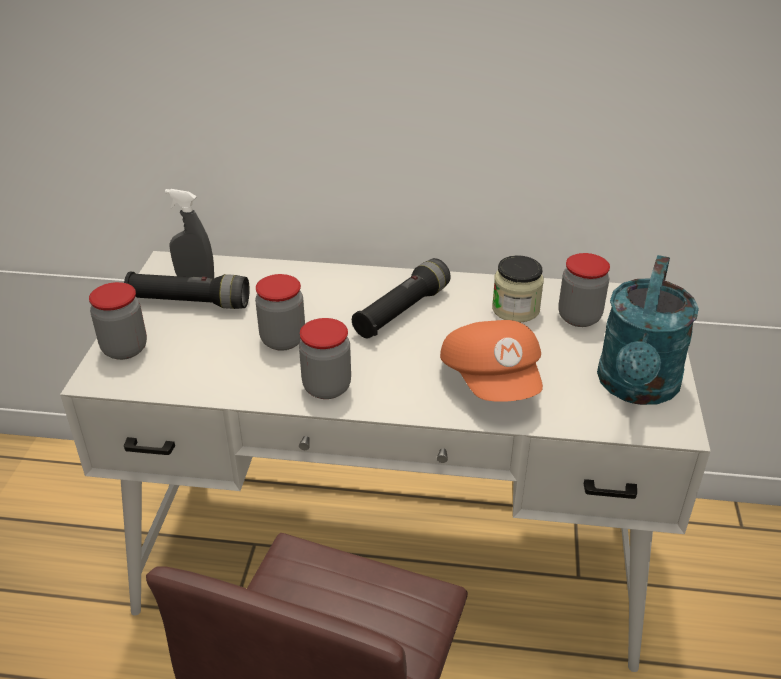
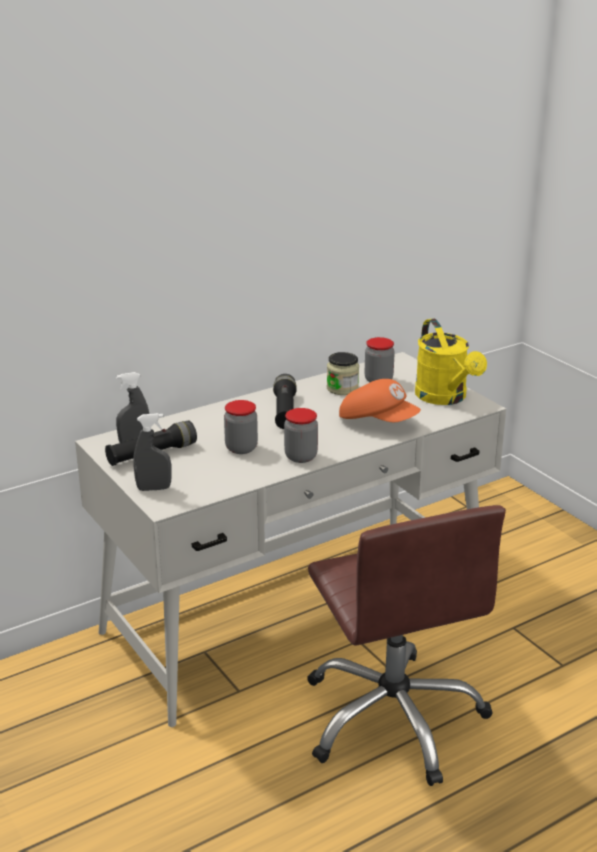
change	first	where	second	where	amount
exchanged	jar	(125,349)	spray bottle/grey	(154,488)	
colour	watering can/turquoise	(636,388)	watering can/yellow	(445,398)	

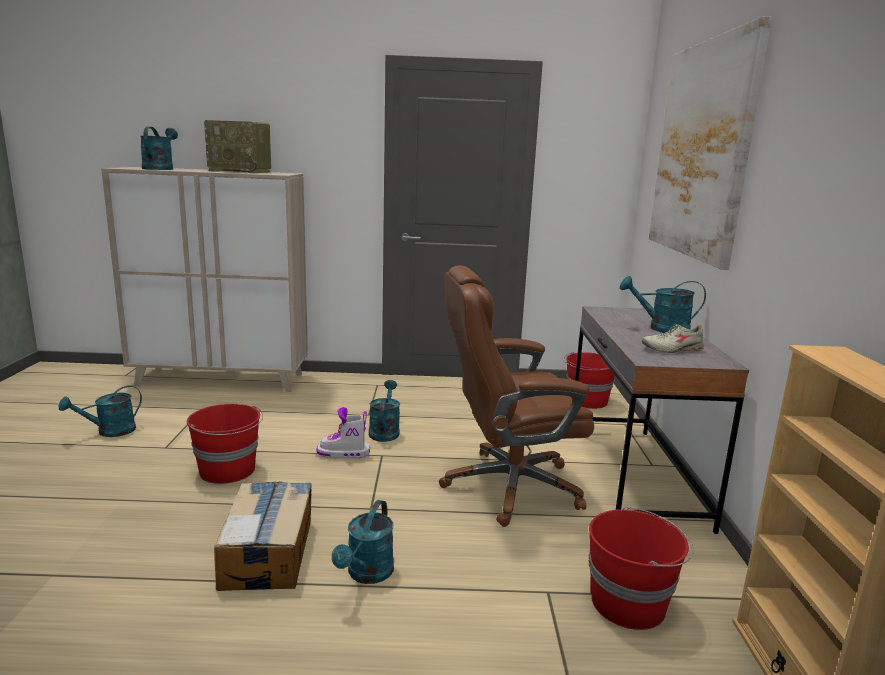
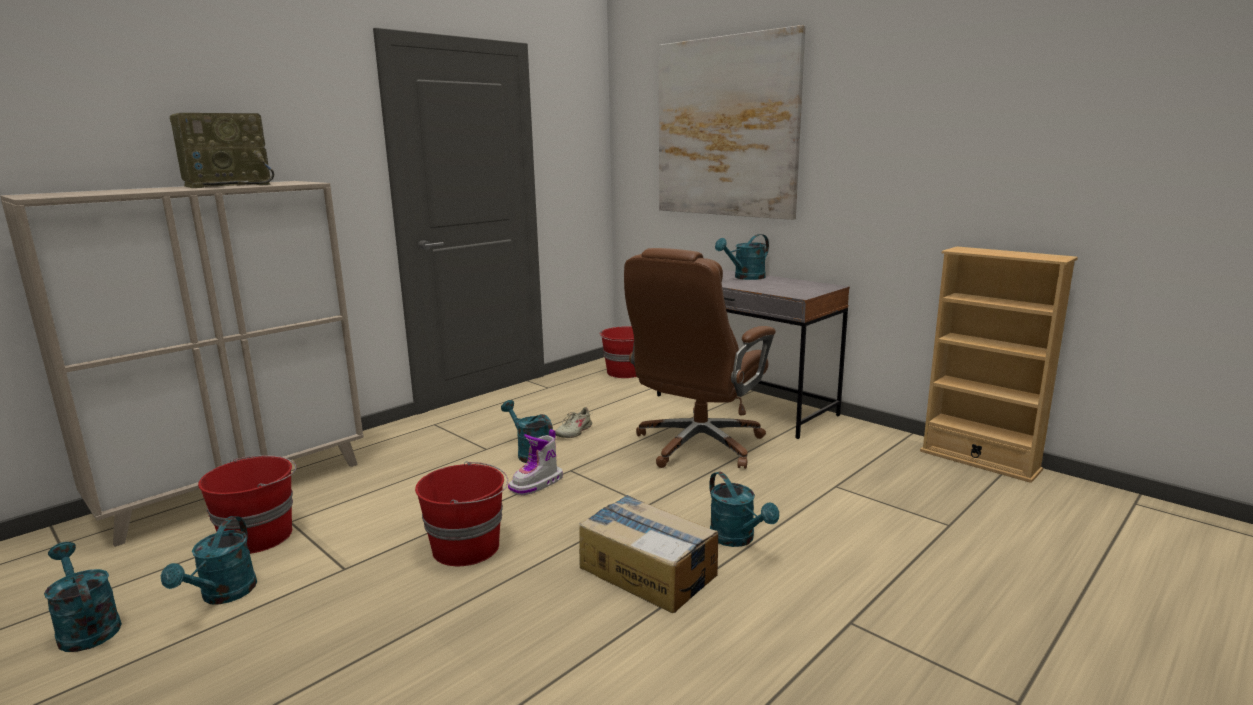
change	first	where	second	where	amount
relocated	watering can/turquoise	(160,169)		(86,628)	
relocated	bucket/red	(629,603)		(259,536)	
relocated	shoe/beige	(672,349)		(574,432)	

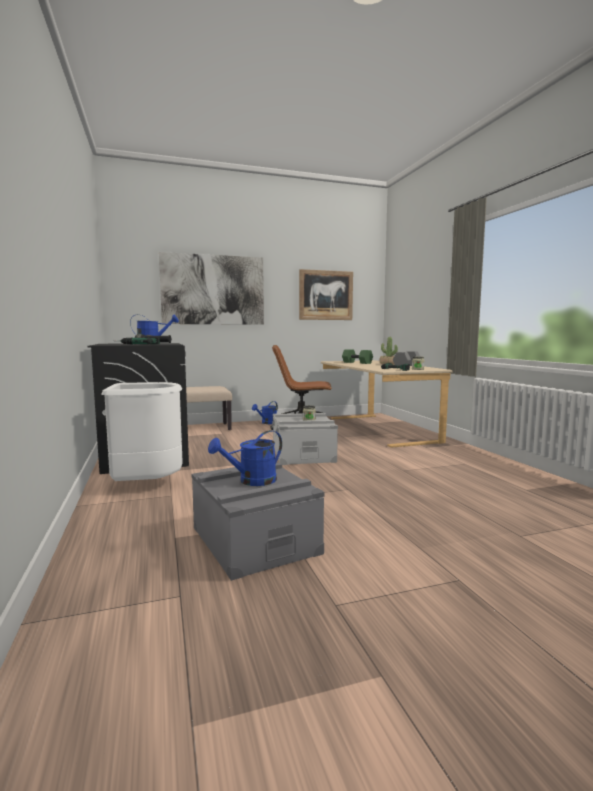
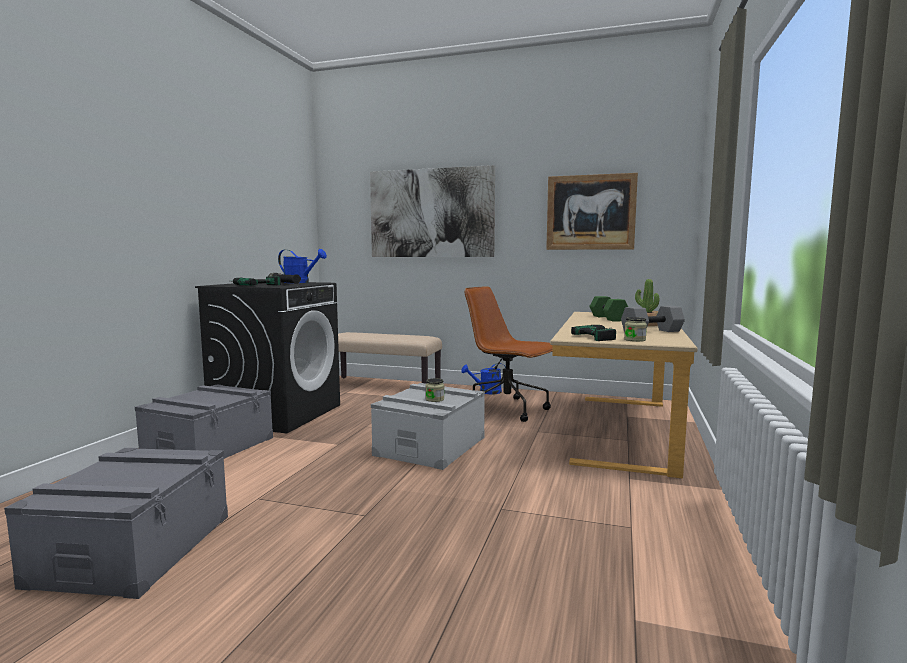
change	first	where	second	where	amount
exchanged	trash can/white	(146,485)	storage box/grey	(209,447)	
missing	watering can/blue	(251,481)			

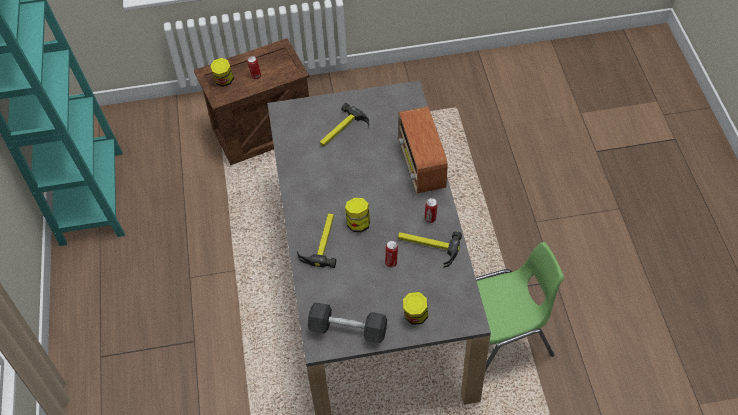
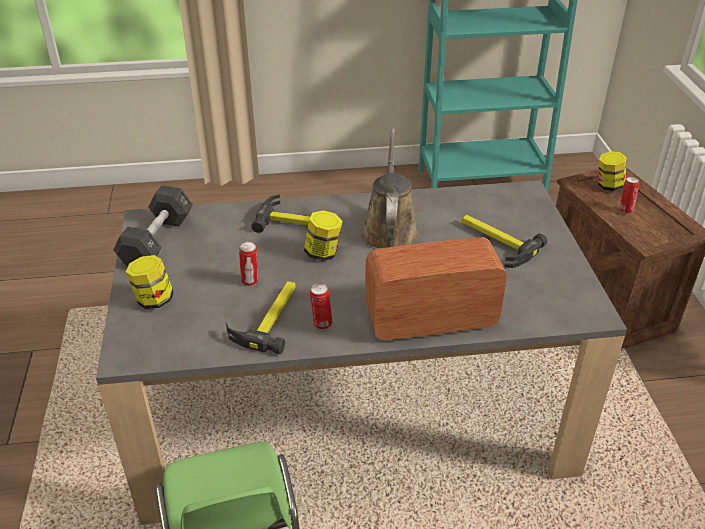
change	first	where	second	where	amount
appeared			watering can/brown	(389,230)	

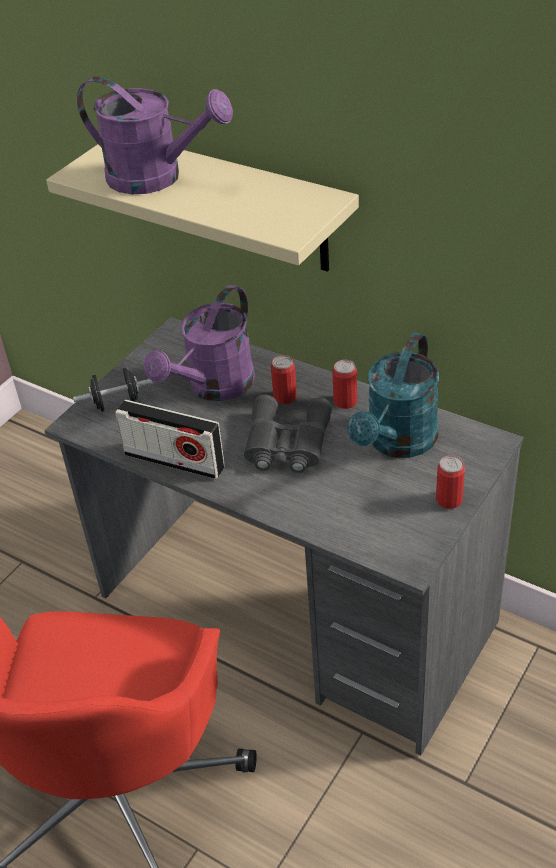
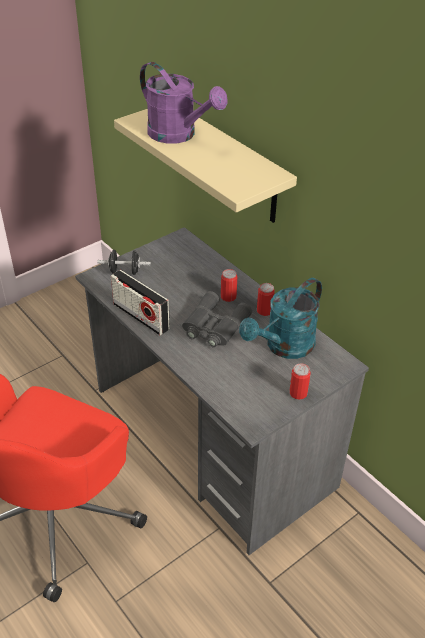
change	first	where	second	where	amount
missing	watering can/purple	(214,388)			

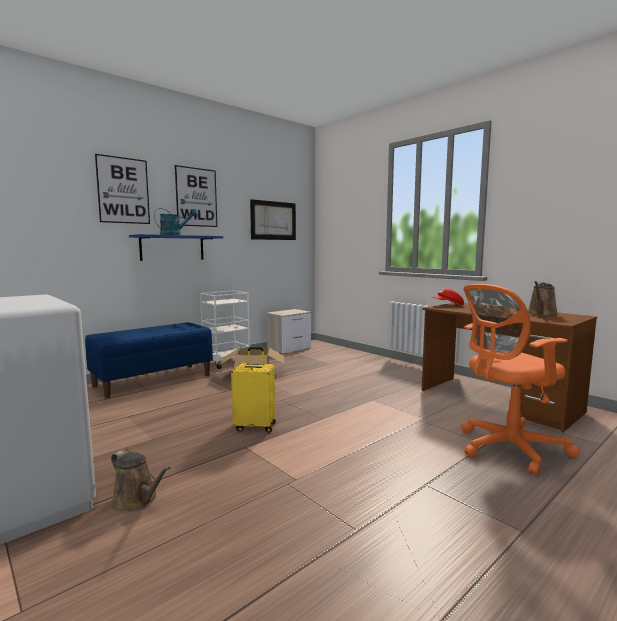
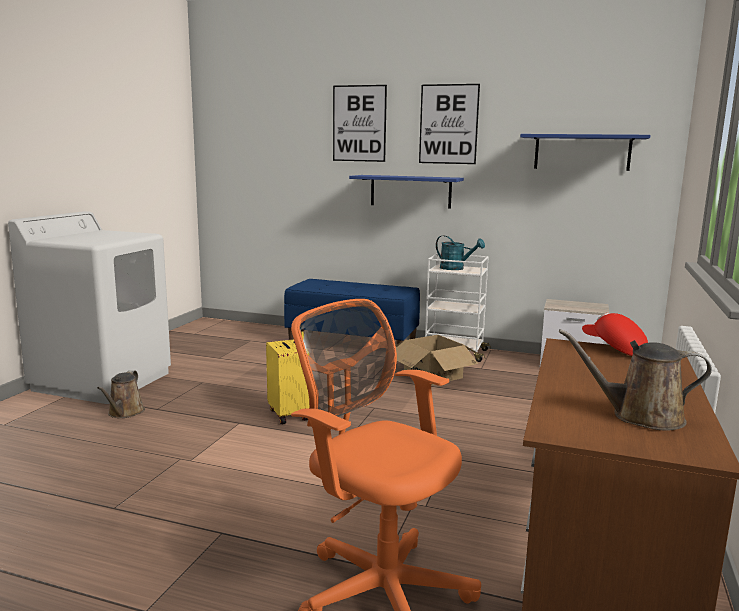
change	first	where	second	where	amount
relocated	watering can/turquoise	(174,235)		(456,268)	
exchanged	picture	(273,220)	shelf/blue	(582,152)	

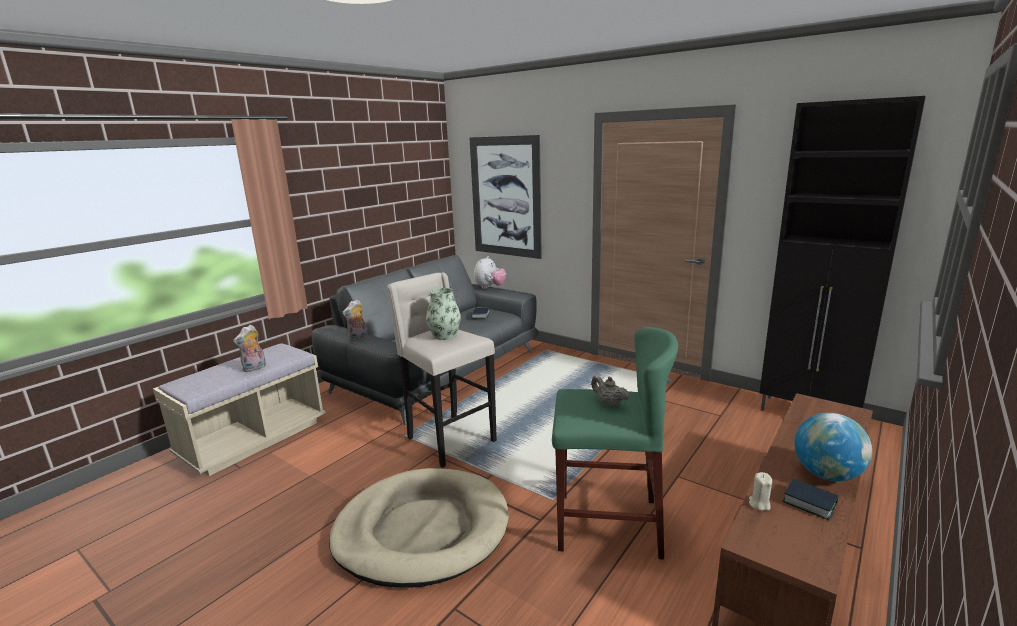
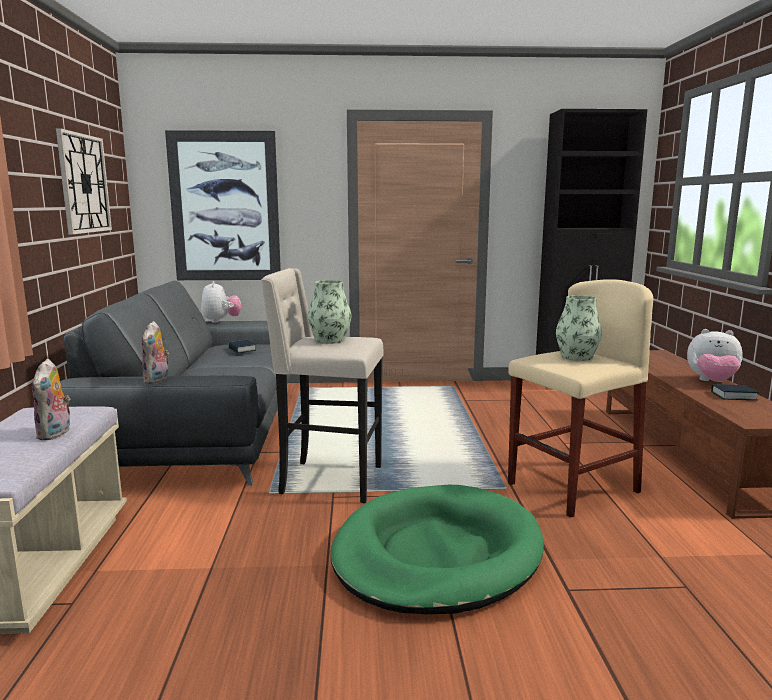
change	first	where	second	where	amount
appeared			wall clock	(84,183)	
colour	dog bed/beige	(422,530)	dog bed/green	(436,554)	
colour	stool/green	(608,524)	stool/beige	(572,487)	
exchanged	teapot/beige	(608,404)	vase	(576,357)	
exchanged	globe	(826,474)	plush toy	(712,382)	
missing	candle/beige	(759,504)			

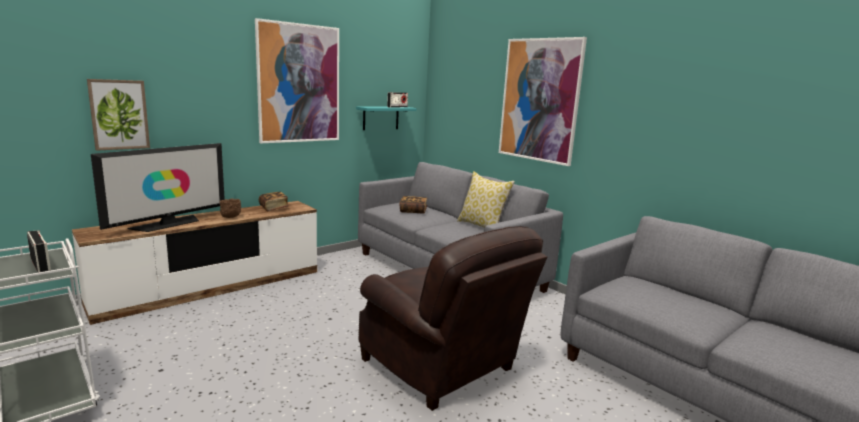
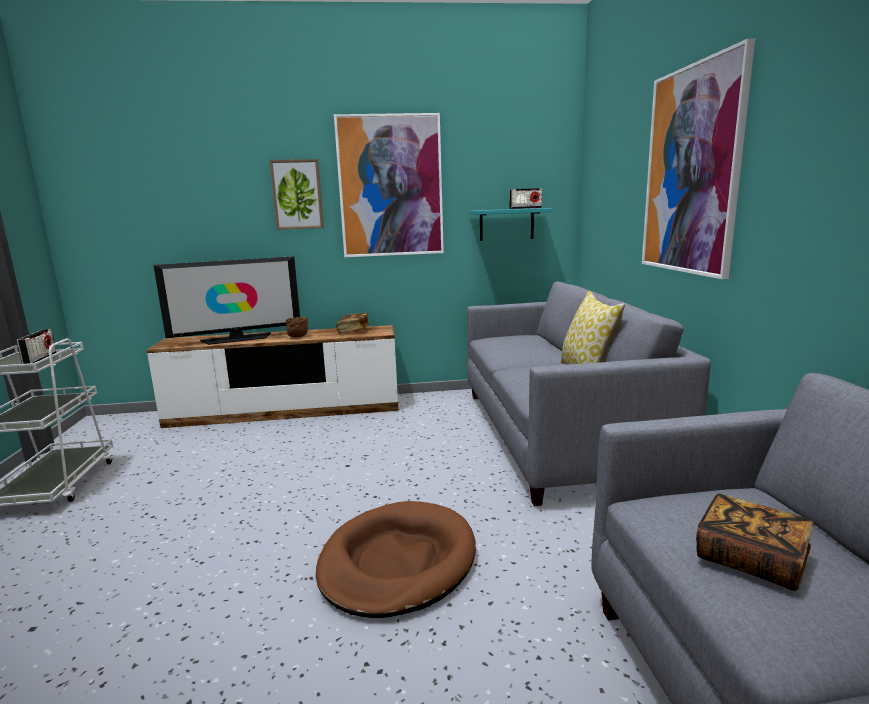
change	first	where	second	where	amount
relocated	picture	(119,114)		(297,194)	
exchanged	armchair/brown	(442,367)	dog bed/brown	(397,562)	
relocated	book	(413,211)		(750,559)	

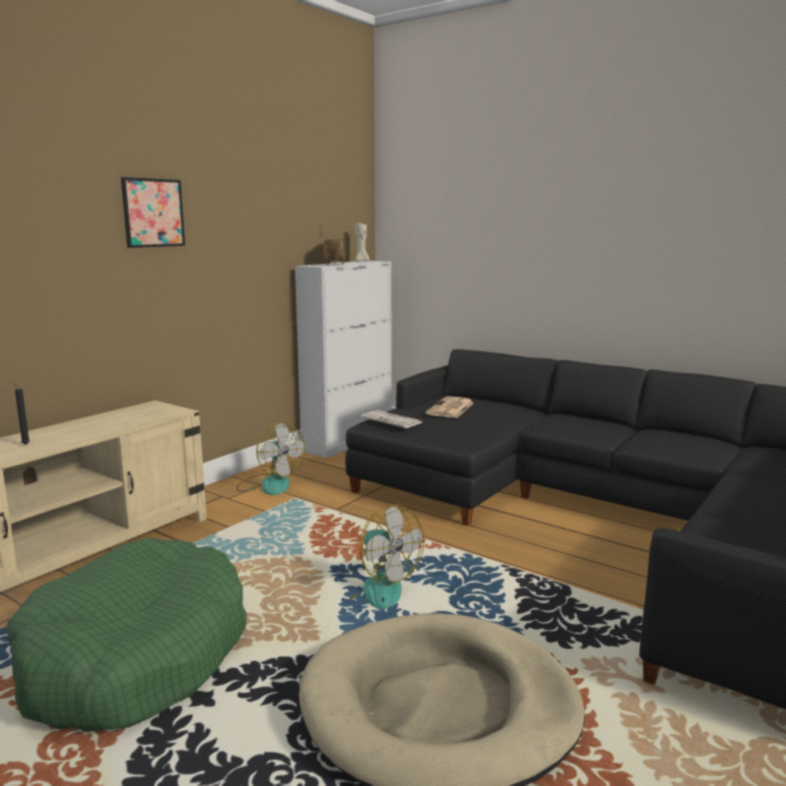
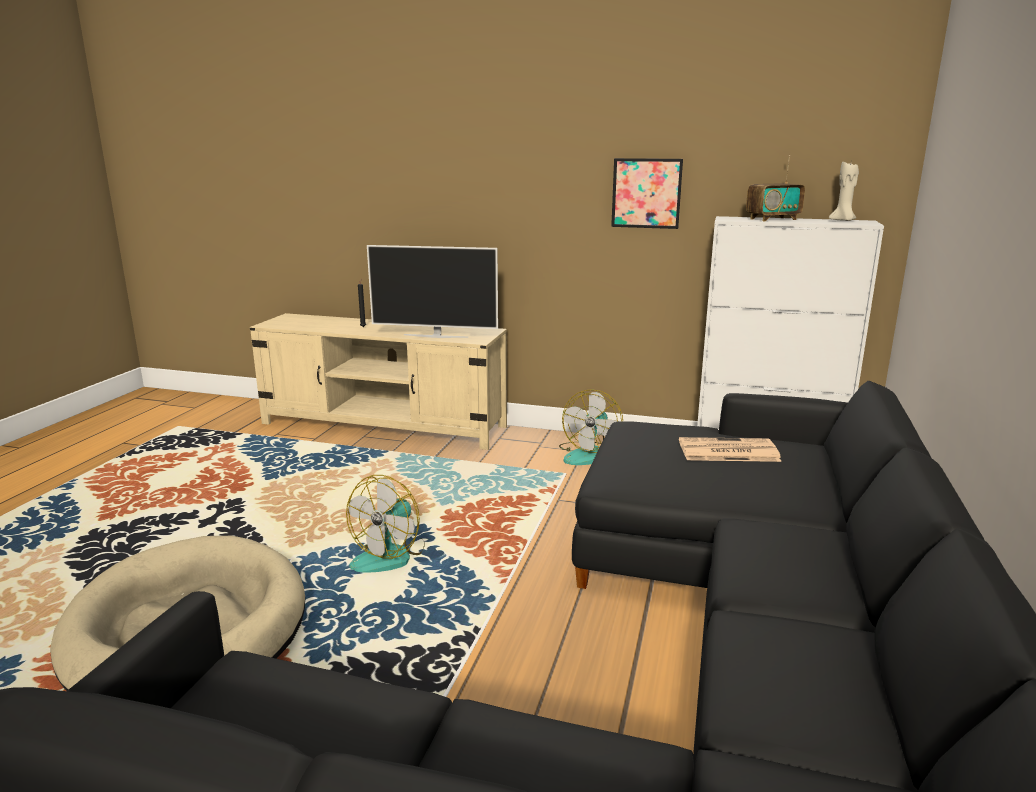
change	first	where	second	where	amount
appeared			television	(436,336)	
relocated	picture	(153,213)		(646,193)	
missing	dog bed/green	(135,657)			
missing	newspaper	(393,420)			

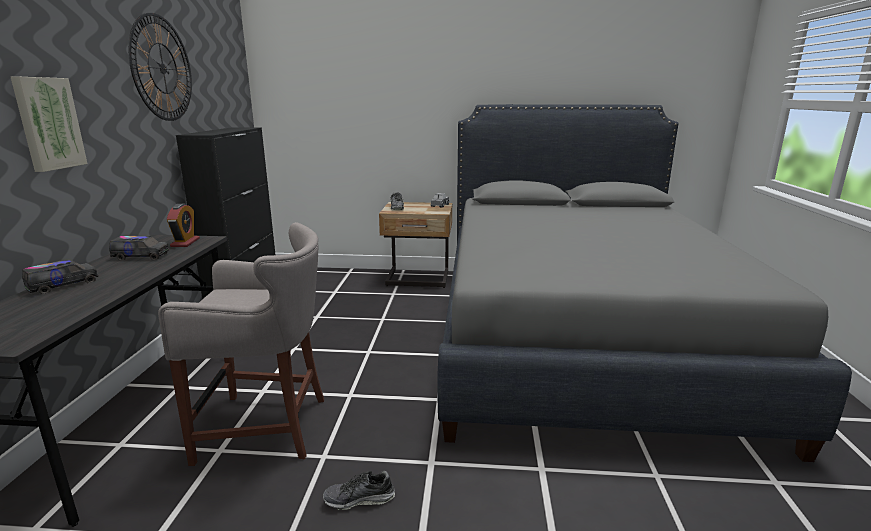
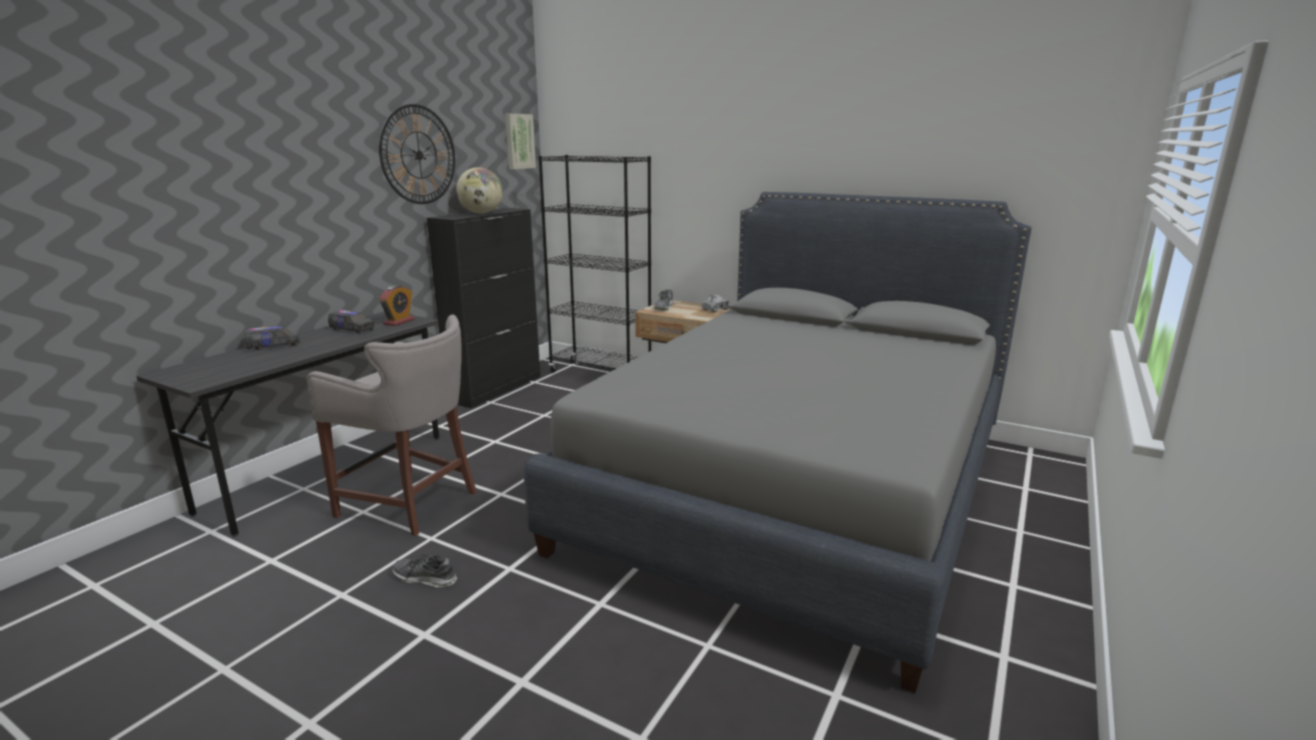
change	first	where	second	where	amount
appeared			globe	(481,213)	
relocated	picture	(48,123)		(519,141)	
appeared			bookcase/black	(600,375)	

